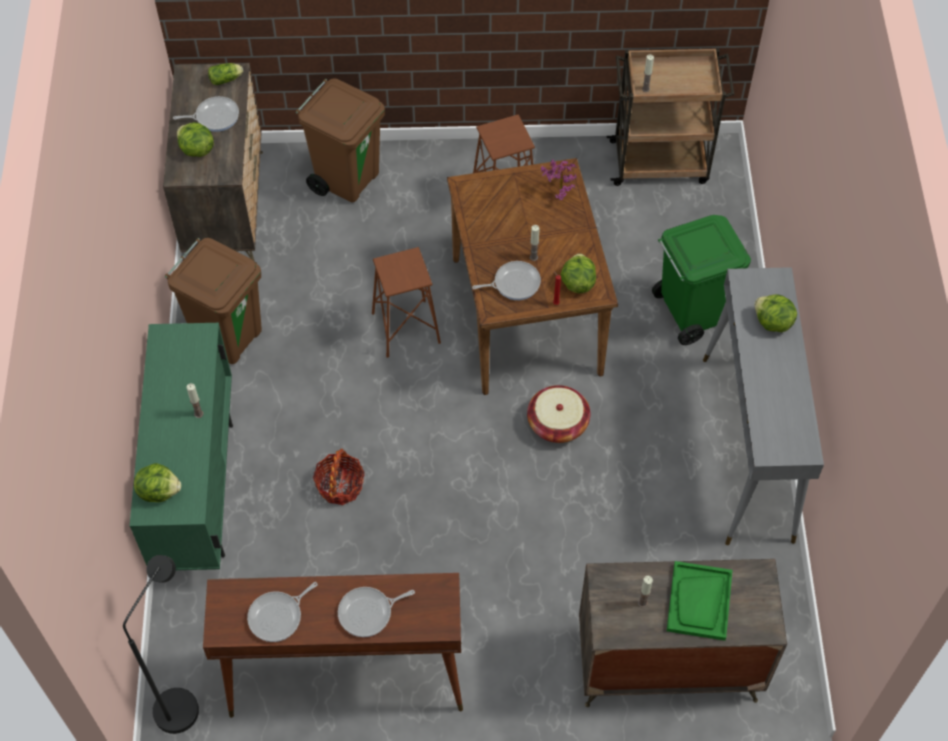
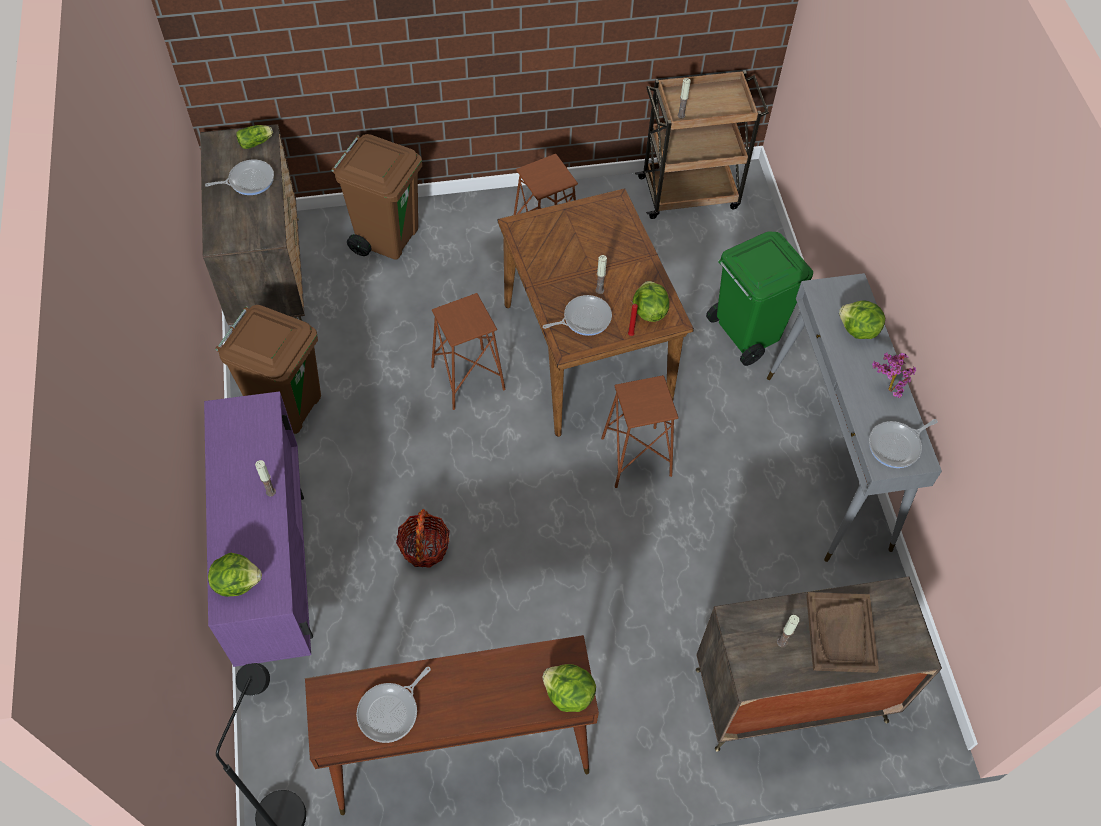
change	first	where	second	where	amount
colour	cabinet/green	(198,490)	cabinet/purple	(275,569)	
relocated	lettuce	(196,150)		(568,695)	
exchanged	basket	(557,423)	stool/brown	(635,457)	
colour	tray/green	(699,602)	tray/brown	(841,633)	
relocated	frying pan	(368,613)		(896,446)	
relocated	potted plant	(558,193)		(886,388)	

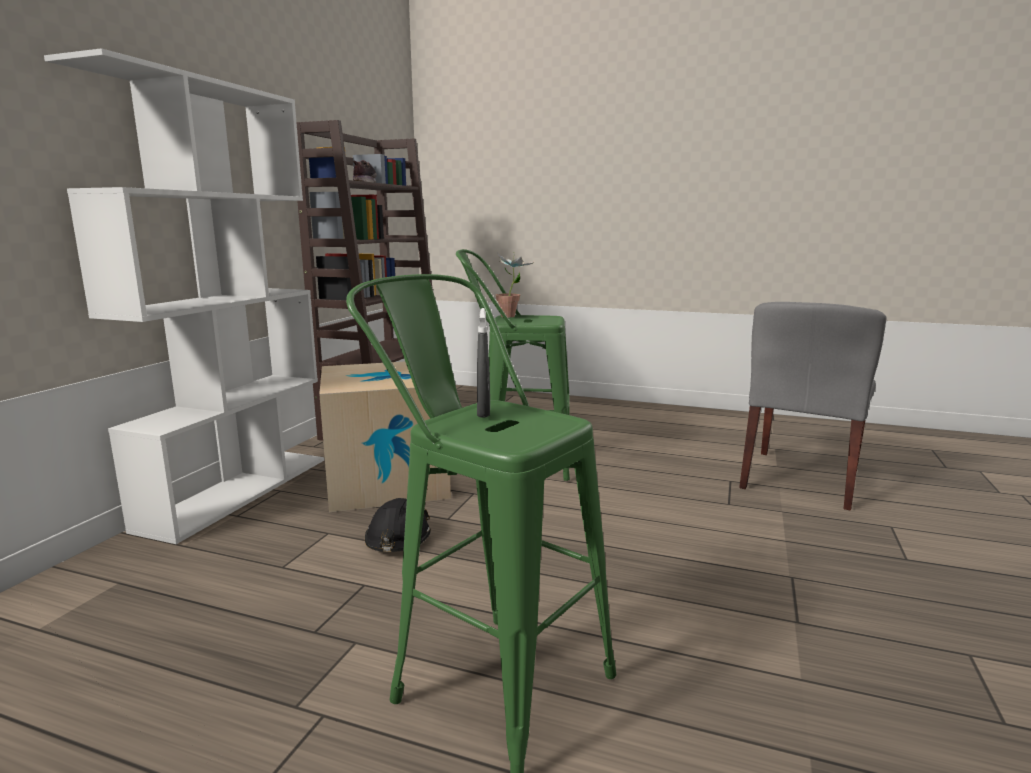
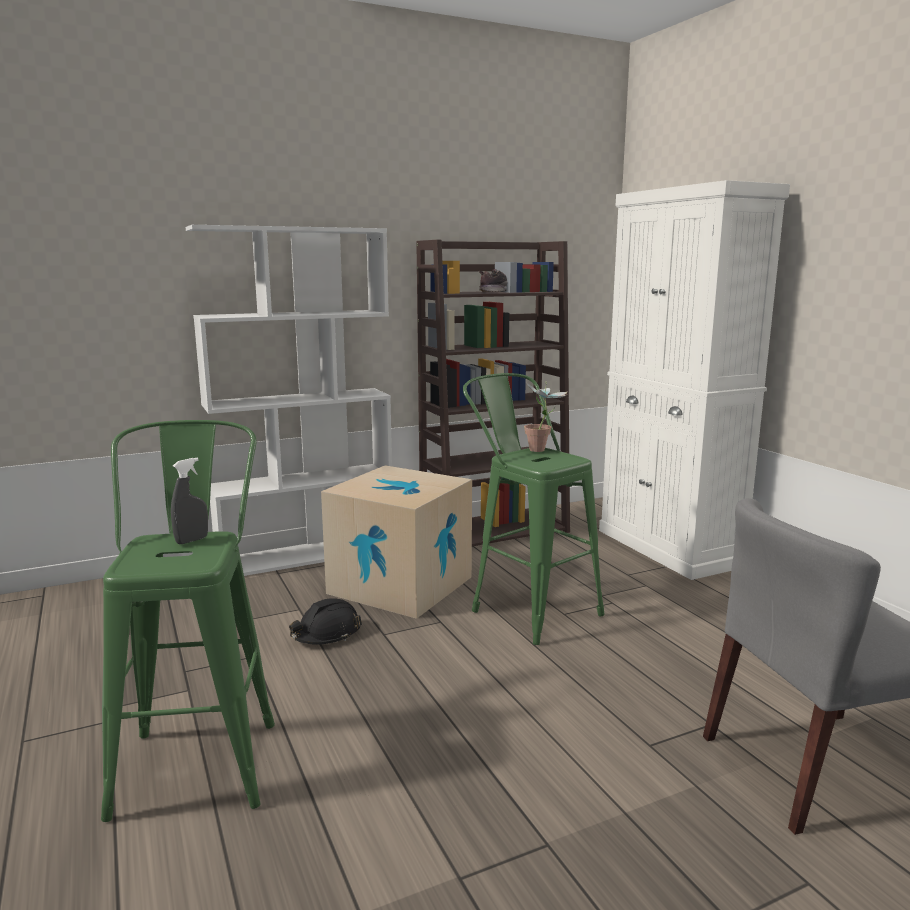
change	first	where	second	where	amount
appeared			cabinet/white	(669,548)	

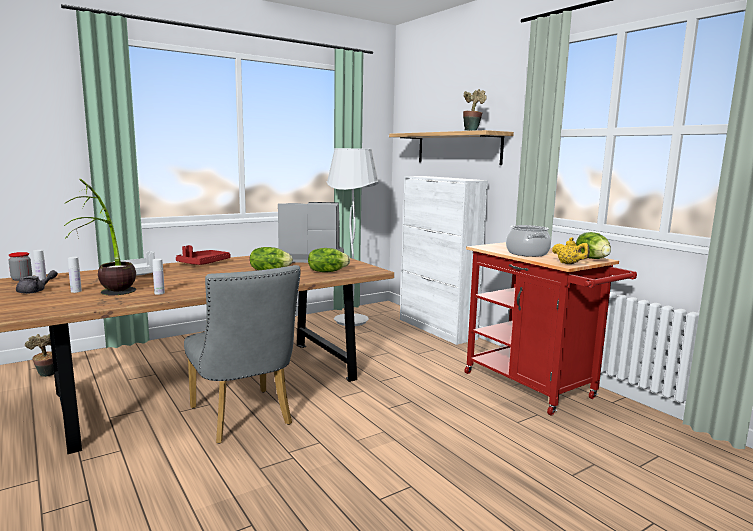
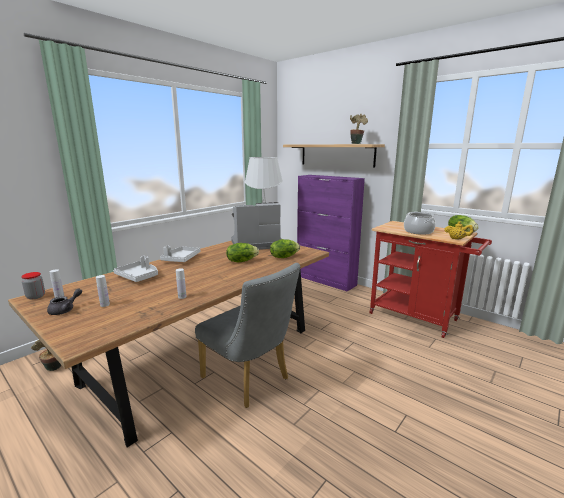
change	first	where	second	where	amount
colour	tray/red	(203,263)	tray/grey	(181,259)	
colour	cabinet/white	(437,329)	cabinet/purple	(326,280)	
missing	potted plant	(109,296)			

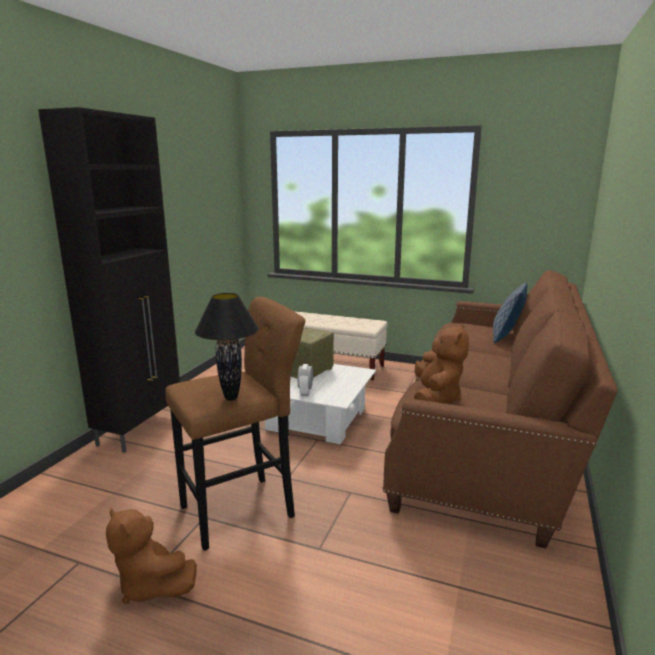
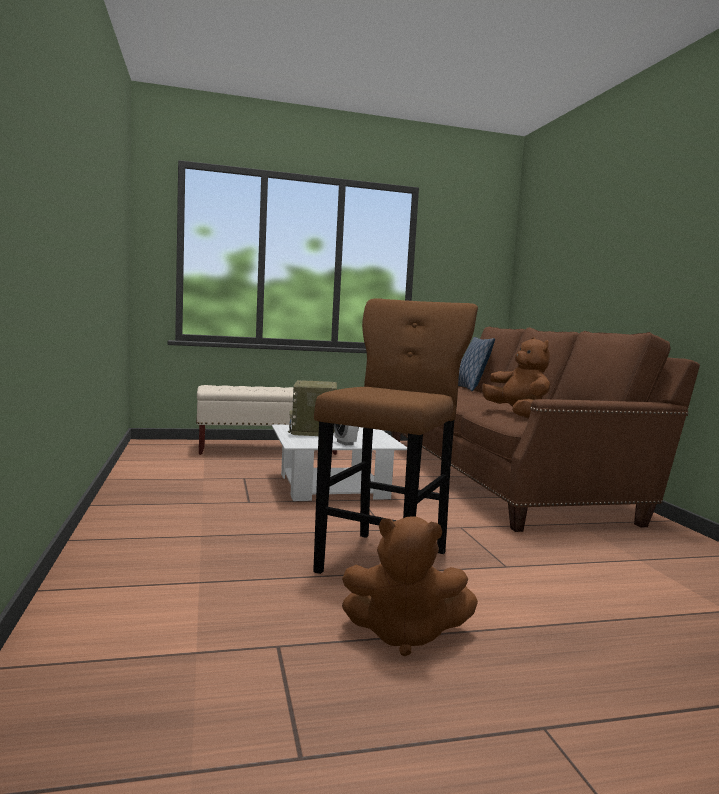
change	first	where	second	where	amount
missing	cabinet/black	(141,428)			
missing	table lamp/black	(232,398)			

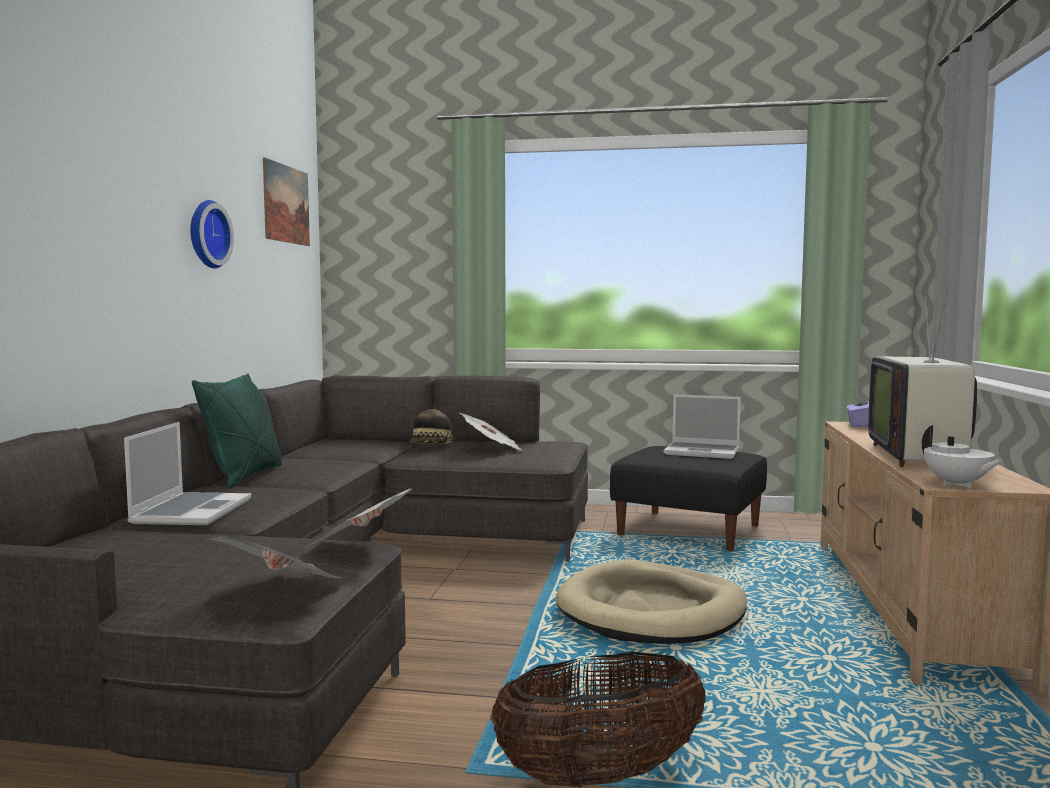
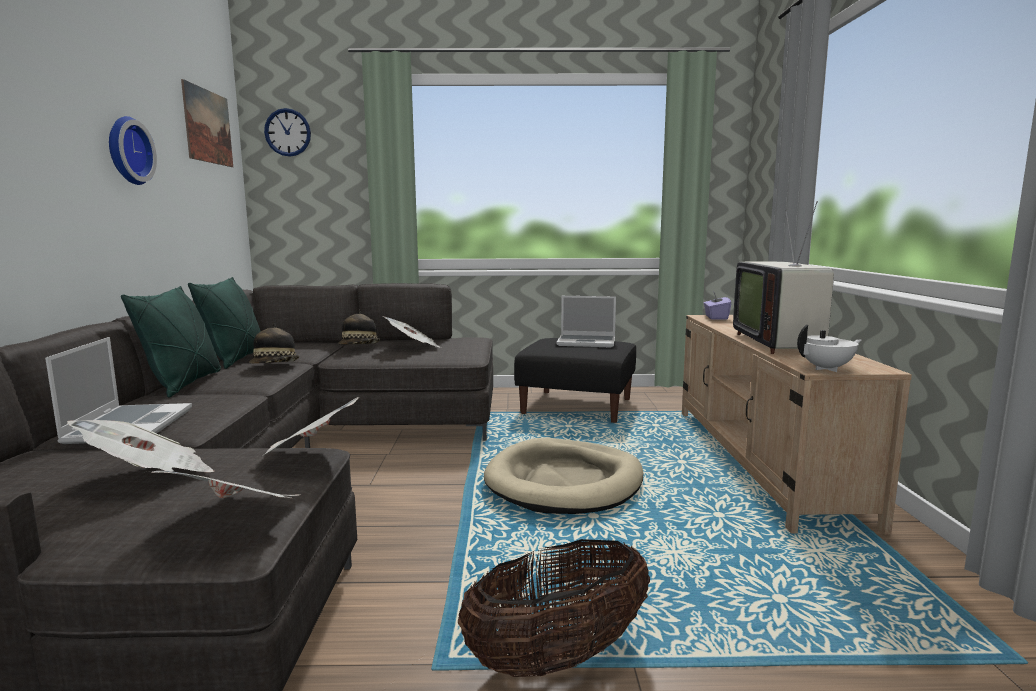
change	first	where	second	where	amount
appeared			newspaper	(150,476)	
appeared			pillow/green	(236,359)	
appeared			hat	(275,366)	
appeared			wall clock	(288,132)	
spun	teapot/white	(957,484)		(827,369)	75 degrees counterclockwise

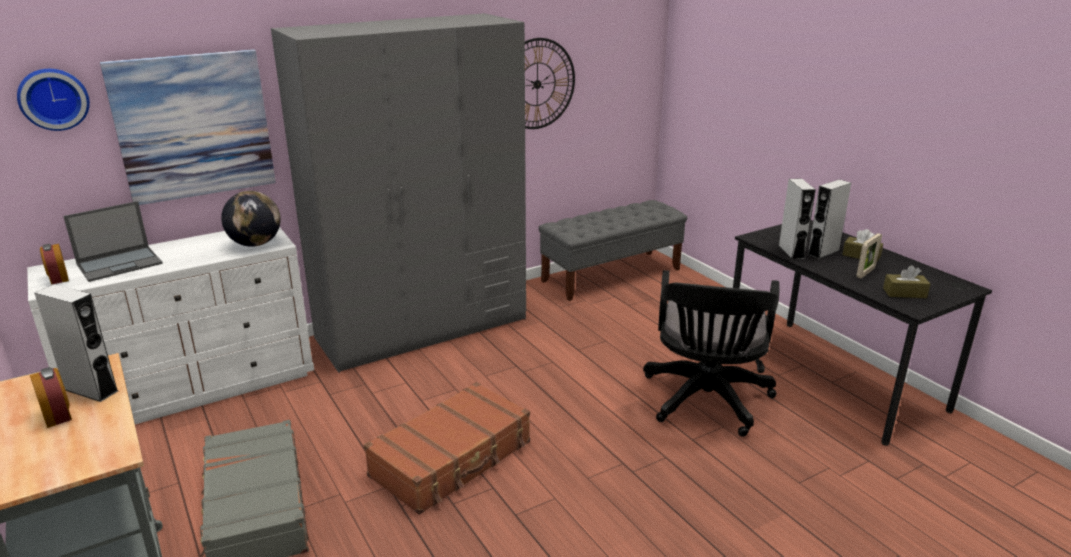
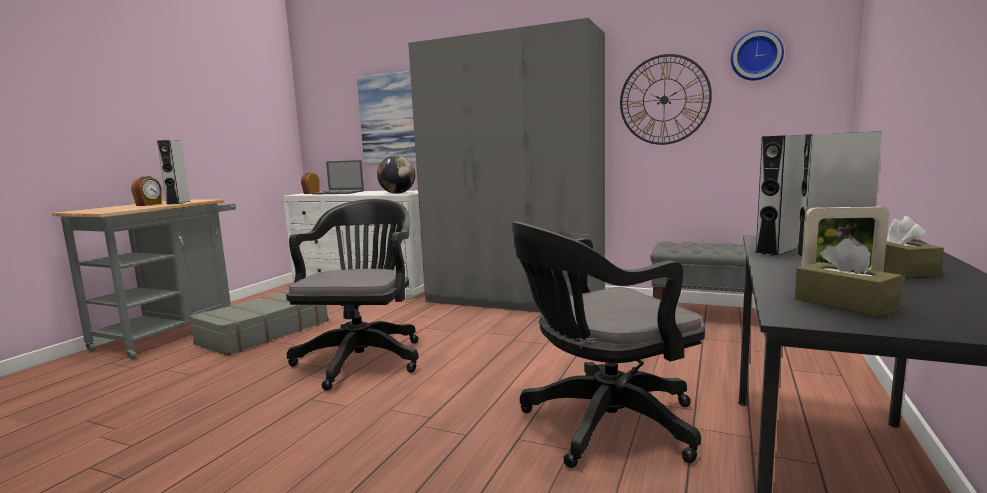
change	first	where	second	where	amount
exchanged	suitcase/brown	(452,459)	office chair/black	(363,358)	
relocated	wall clock	(53,98)		(756,56)	

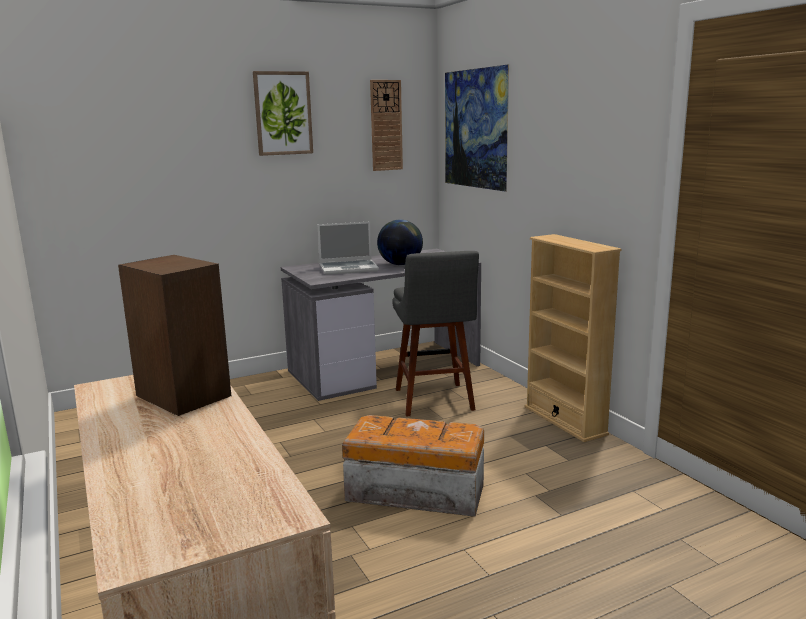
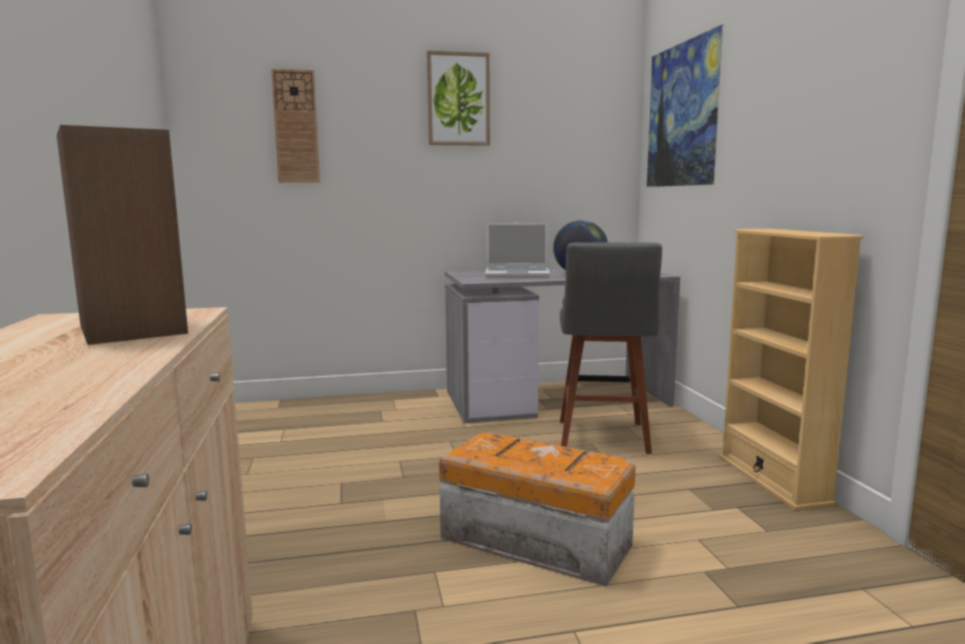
change	first	where	second	where	amount
relocated	wall clock	(386,125)		(296,127)	

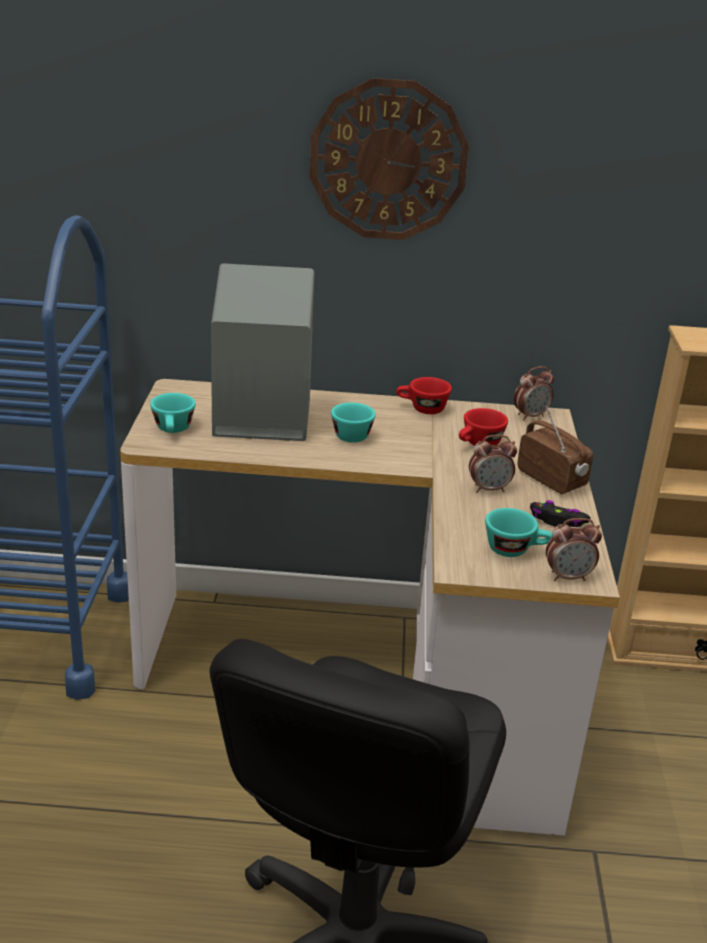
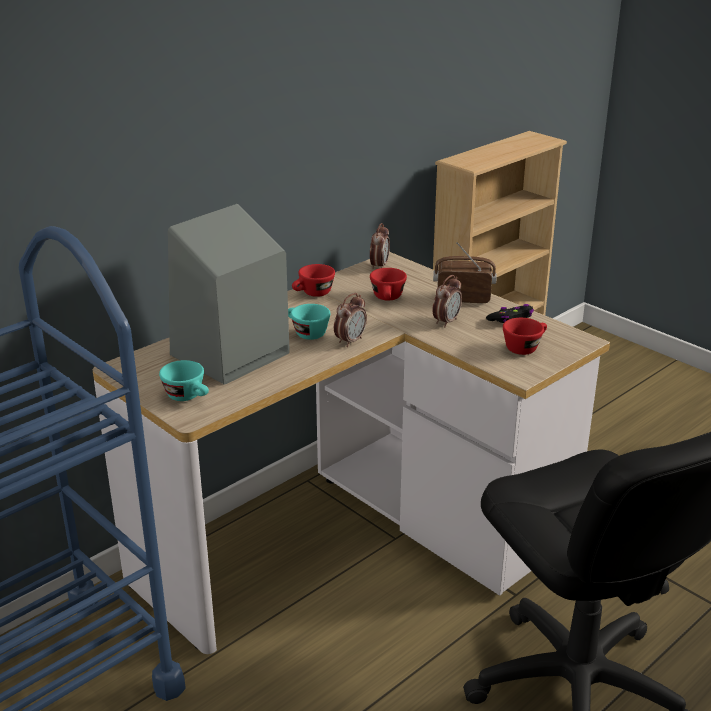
change	first	where	second	where	amount
relocated	alarm clock	(568,577)		(350,341)	
colour	cup/turquoise	(515,550)	cup/red	(525,347)	
missing	wall clock	(388,160)			

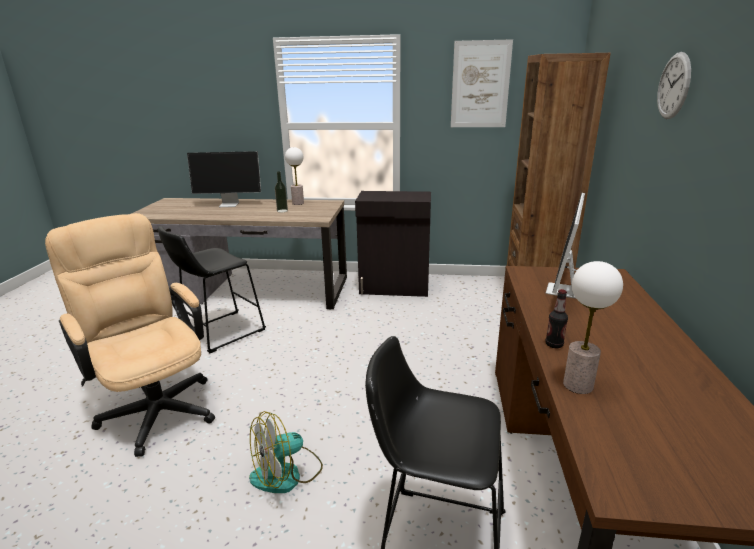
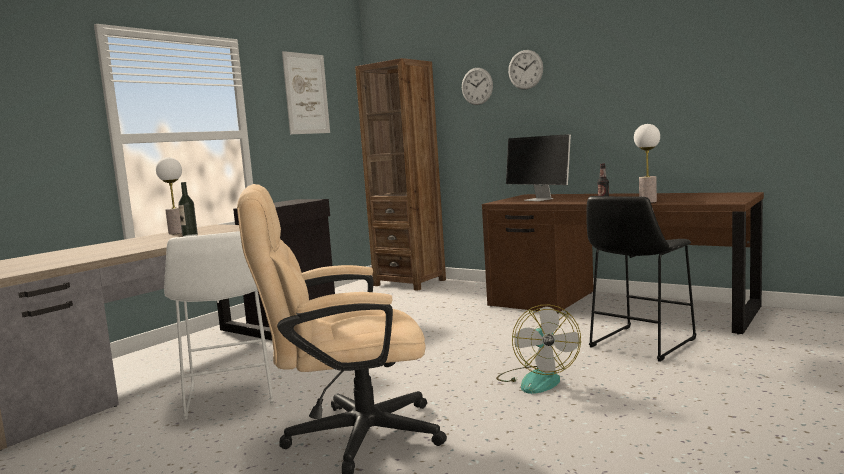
change	first	where	second	where	amount
colour	stool/black	(219,333)	stool/white	(229,397)	
appeared			wall clock	(477,86)	
missing	monitor	(230,204)			

